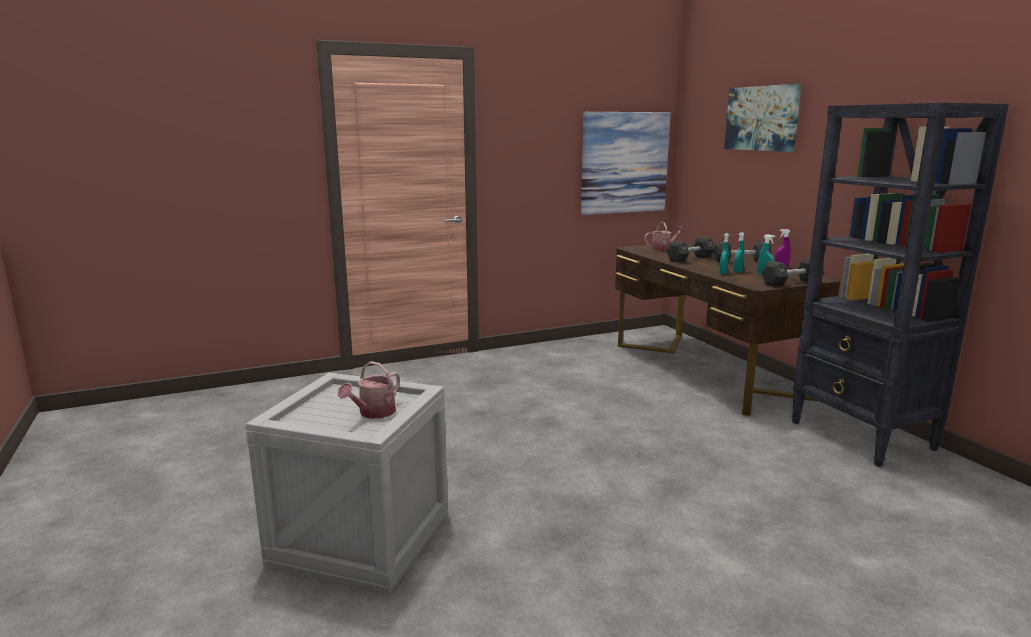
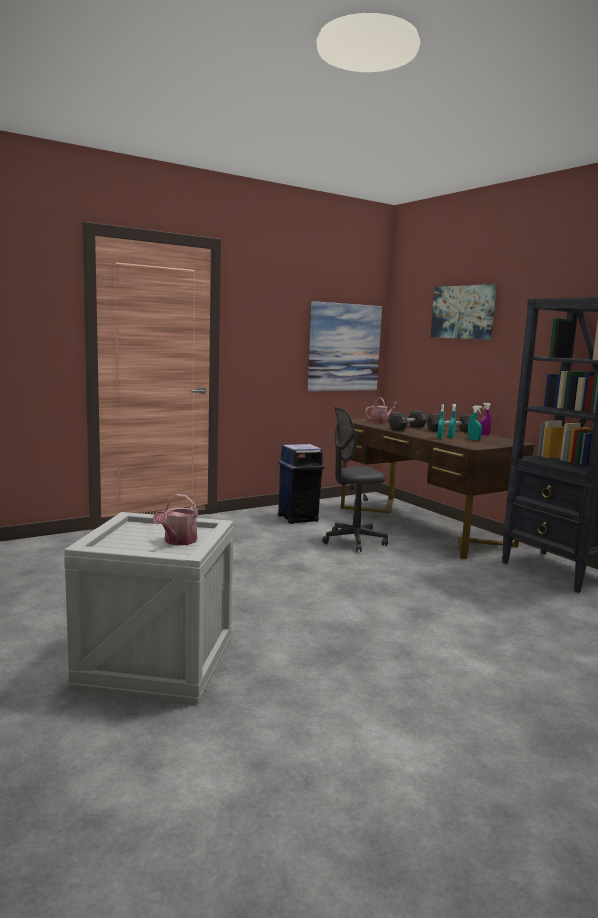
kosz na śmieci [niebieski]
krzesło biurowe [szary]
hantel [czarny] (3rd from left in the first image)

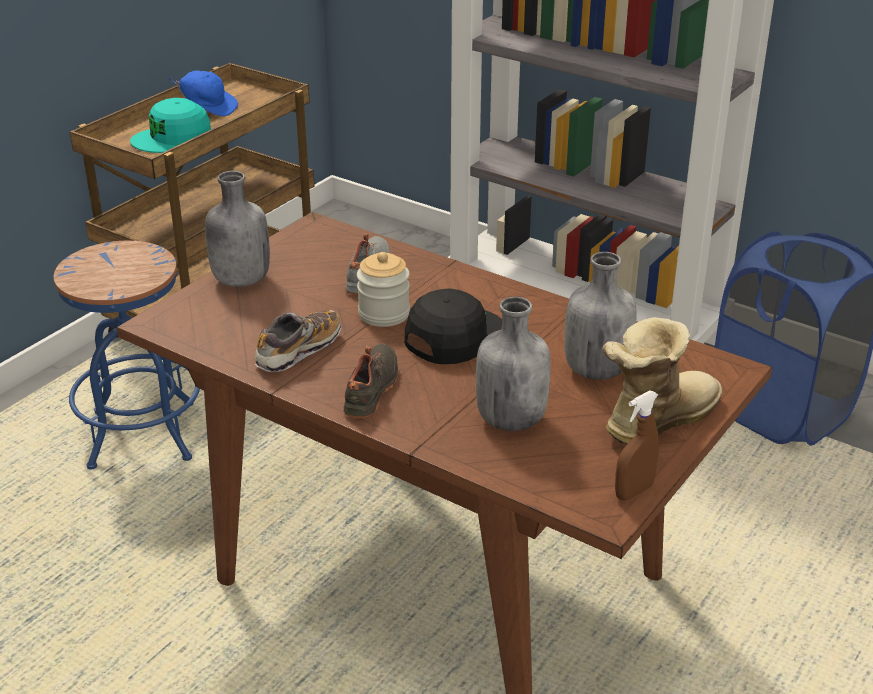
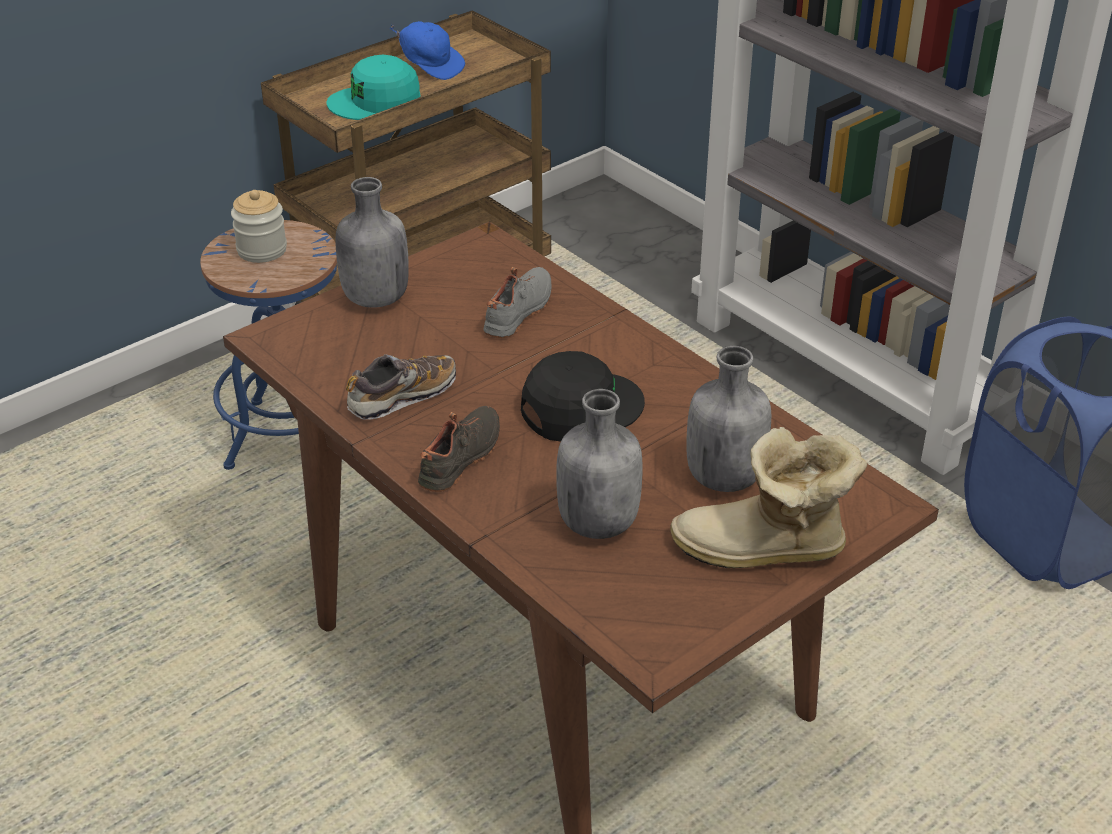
słoik
but z cholewką
spryskiwacz [brązowy]

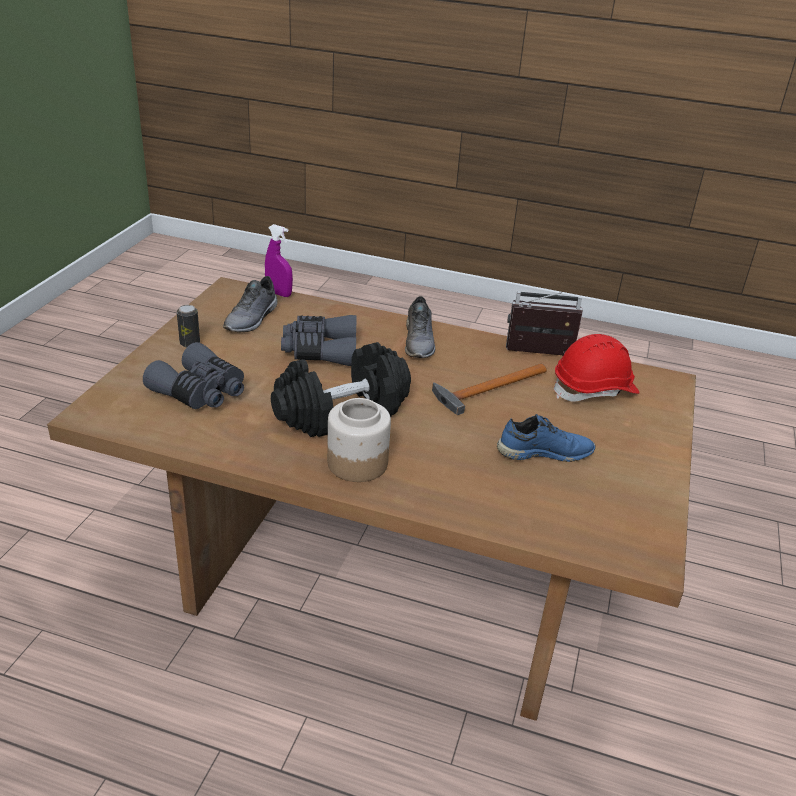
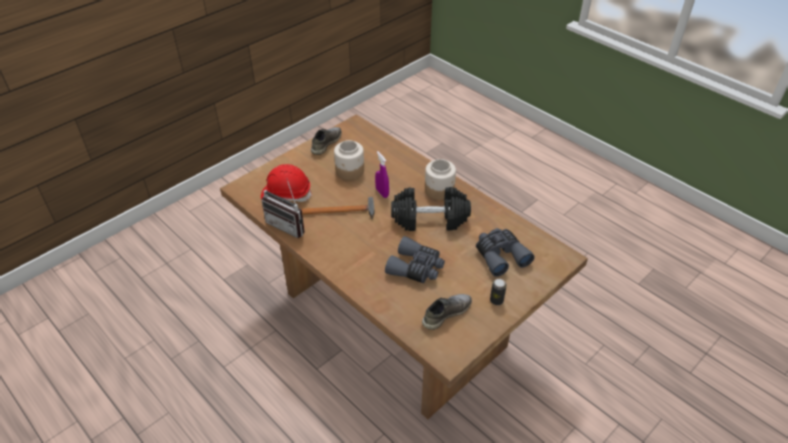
but [szary] (1st from left)
słoik (1st from left)
spryskiwacz [fioletowy]

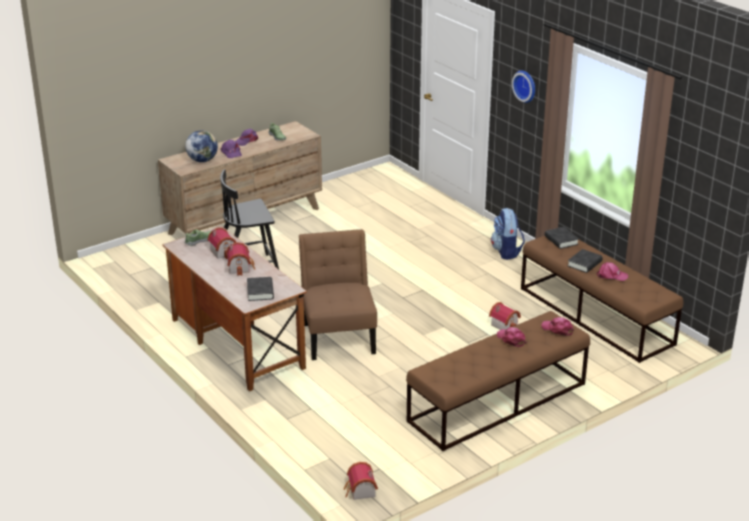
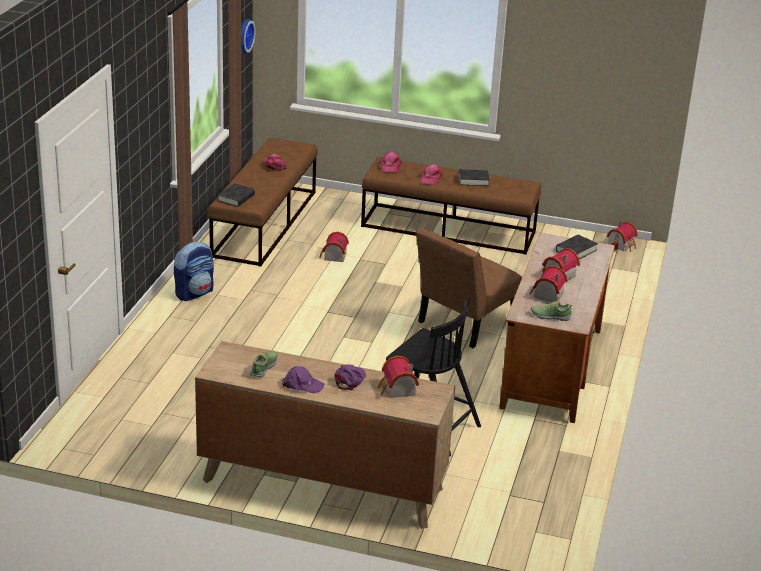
zegar ścienny
domek (2nd from left)
książka [czarny] (2nd from left)

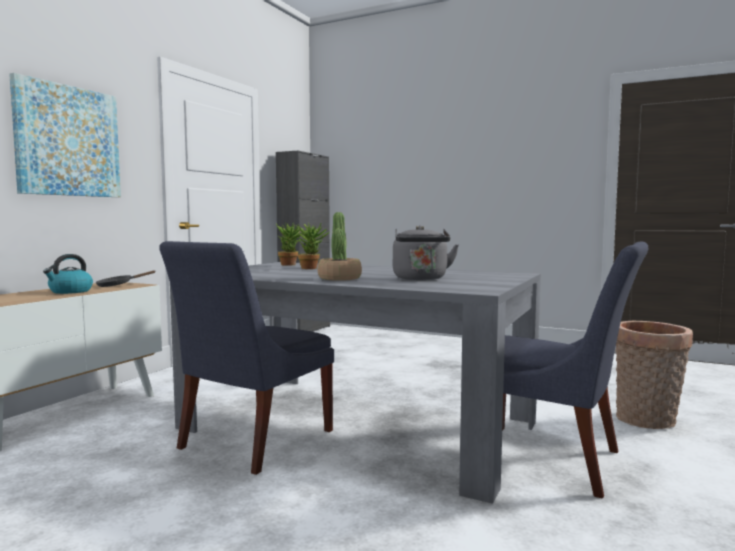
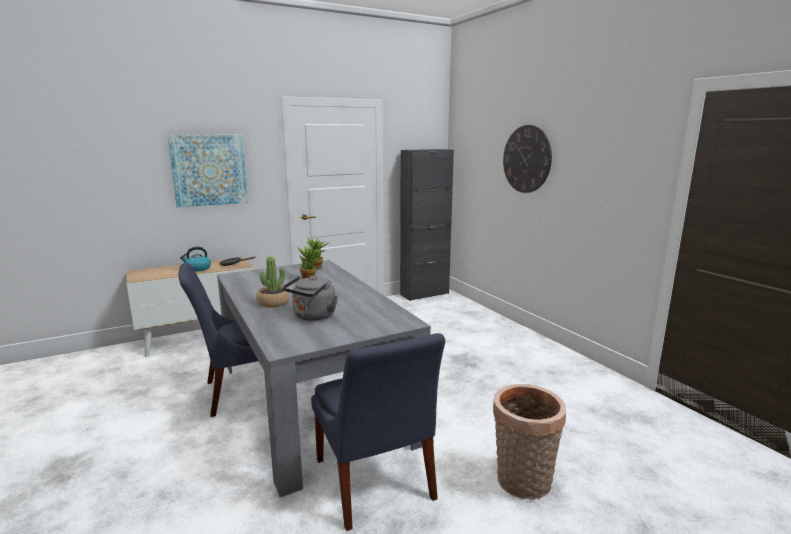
zegar ścienny

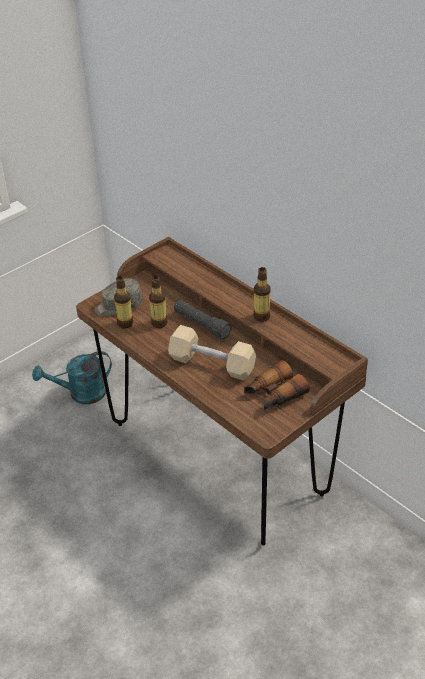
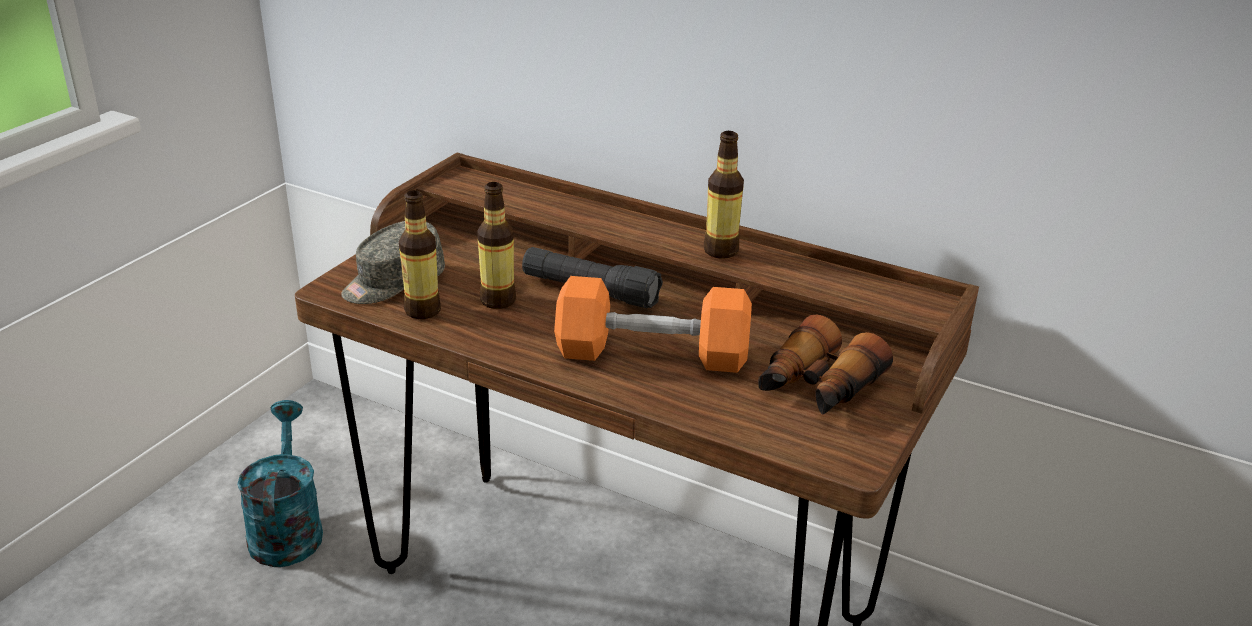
konewka [turkusowy]
hantel [pomarańczowy]

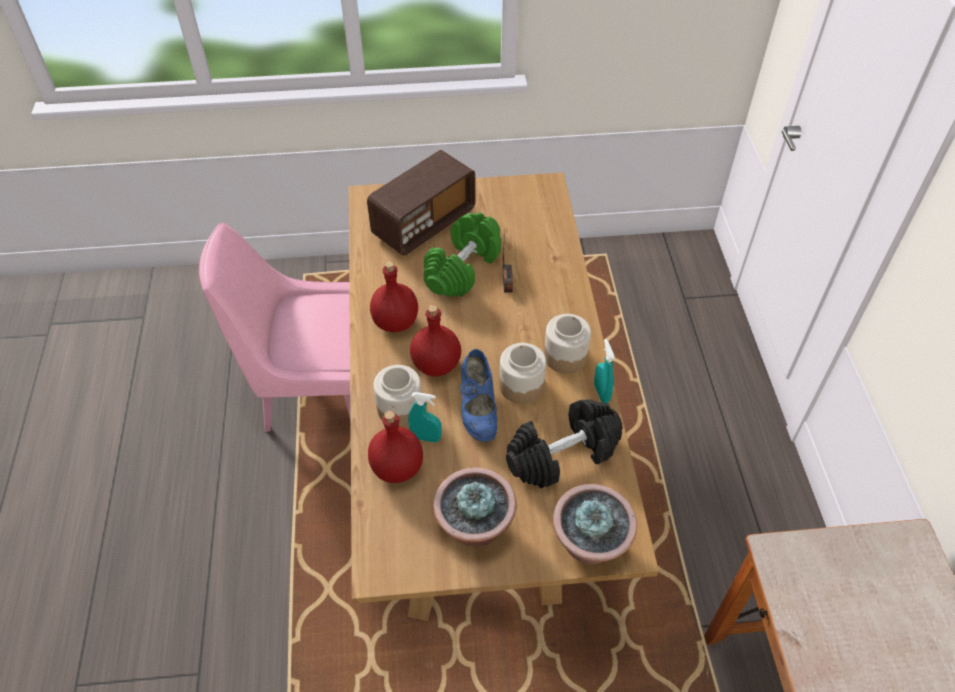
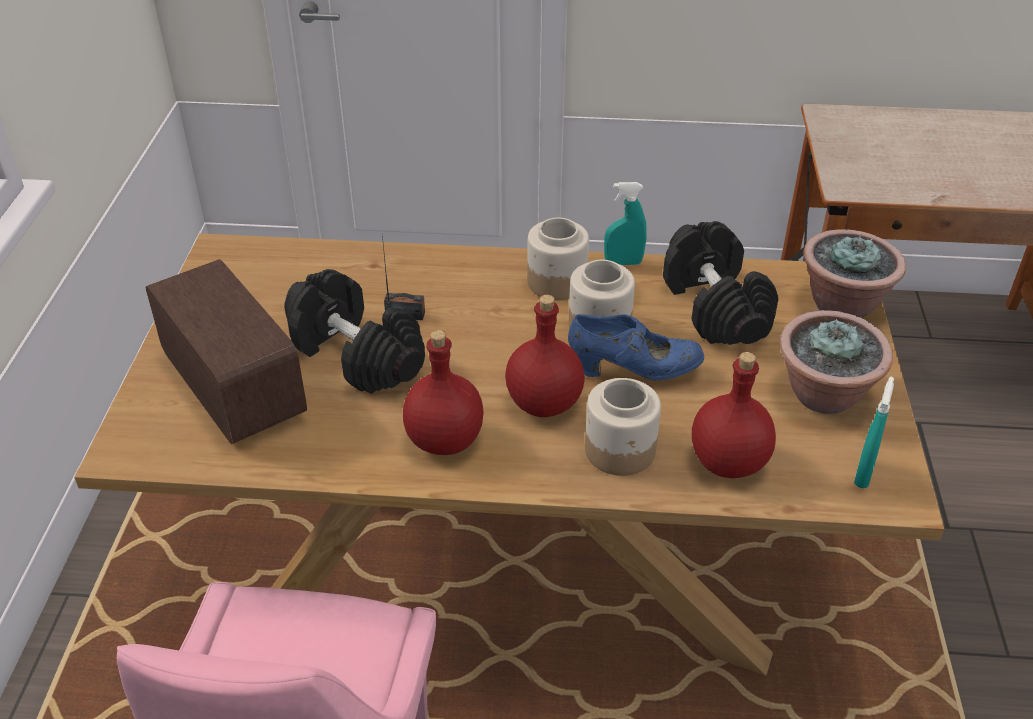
hantel [czarny] (1st from left)
spryskiwacz [turkusowy] (2nd from left)

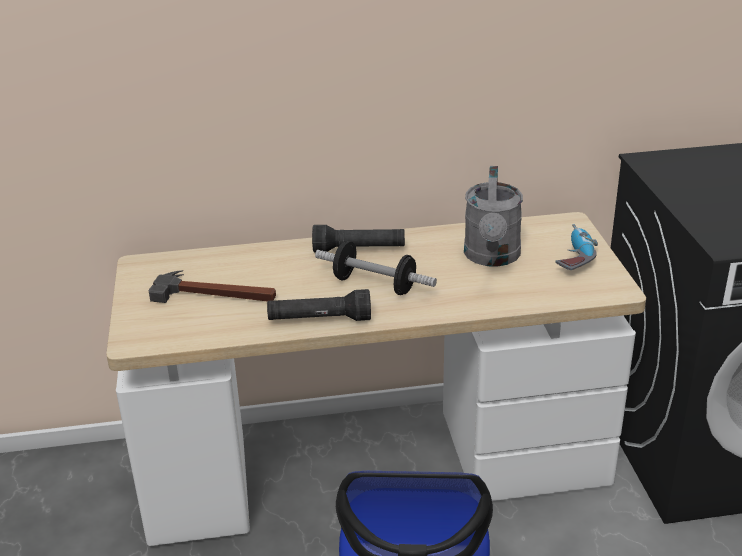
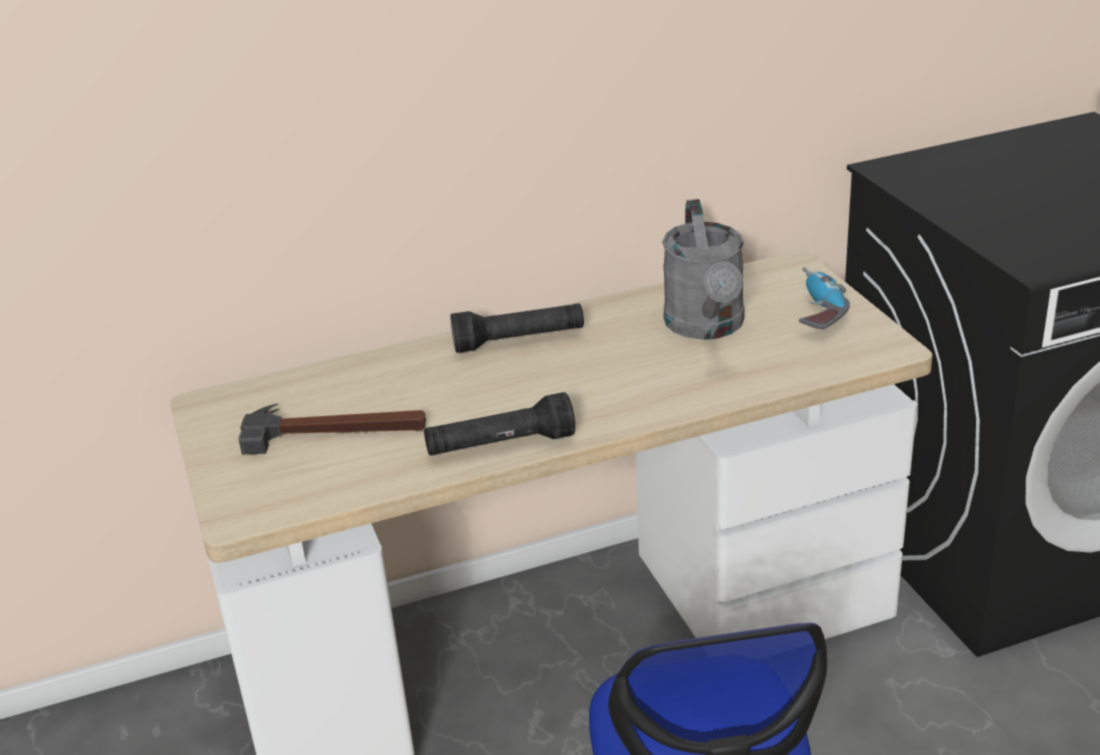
hantel

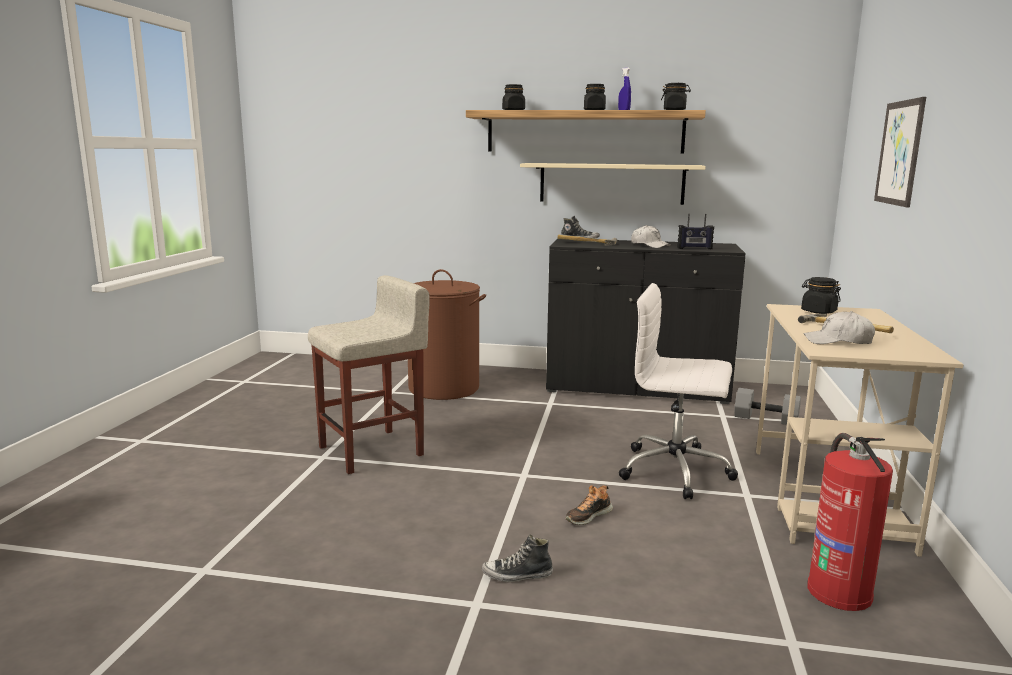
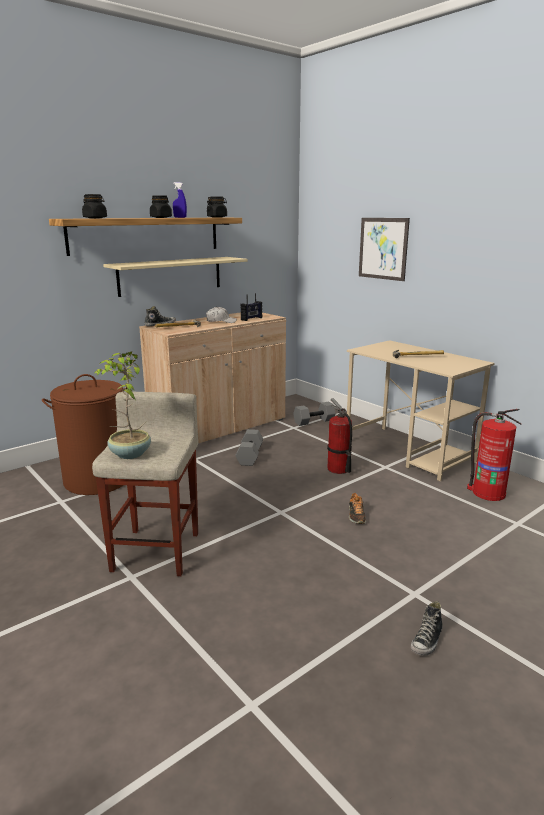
roślina doniczkowa
szafka [beżowy]
hantel [szary] (1st from left)
gaśnica (1st from left)
but (3rd from left)
słoik [czarny] (4th from left in the first image)
czapka z daszkiem [biały] (2nd from left in the first image)

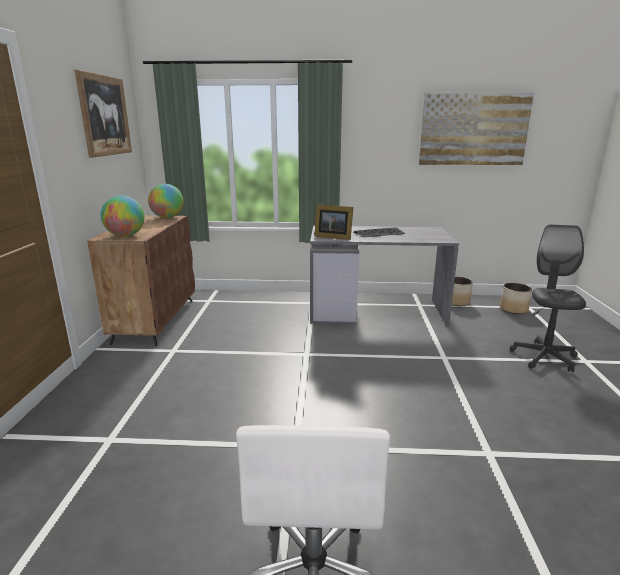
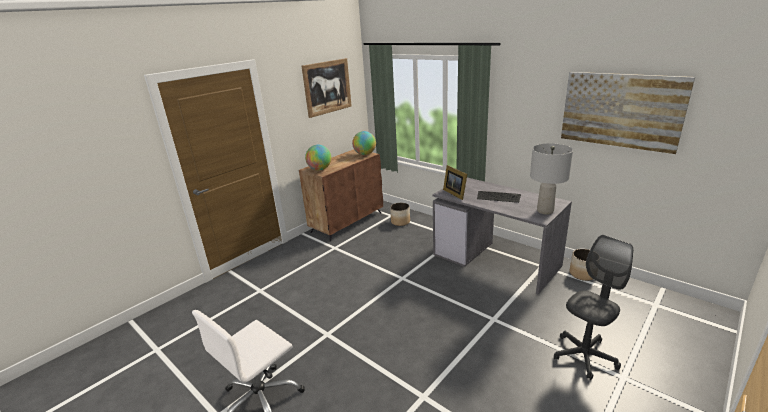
donica (1st from left)
lampa stołowa [szary]

